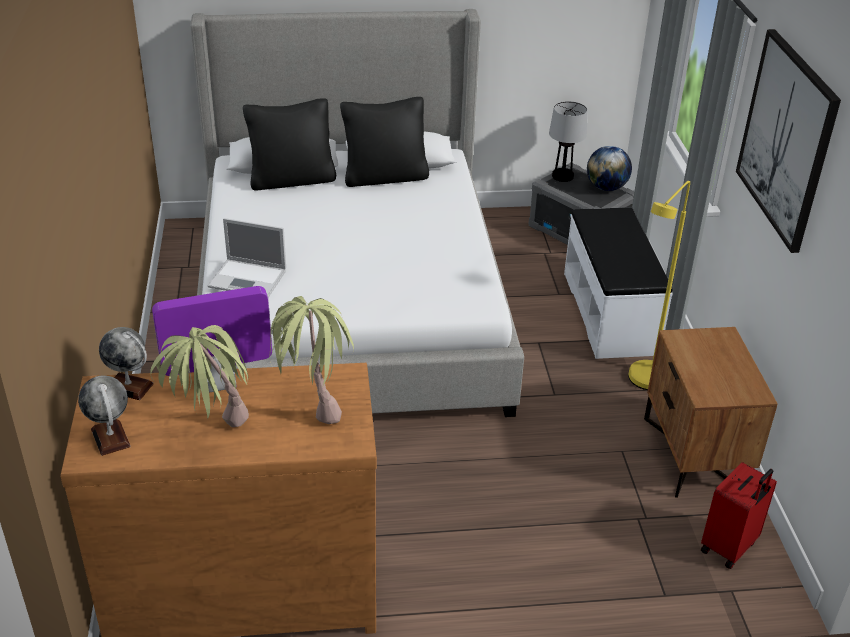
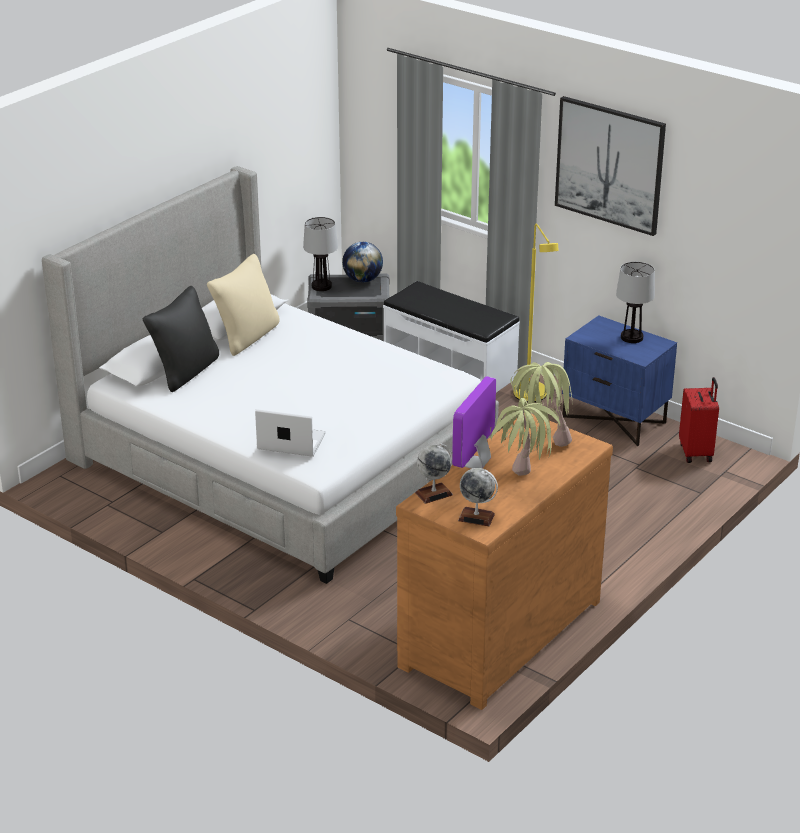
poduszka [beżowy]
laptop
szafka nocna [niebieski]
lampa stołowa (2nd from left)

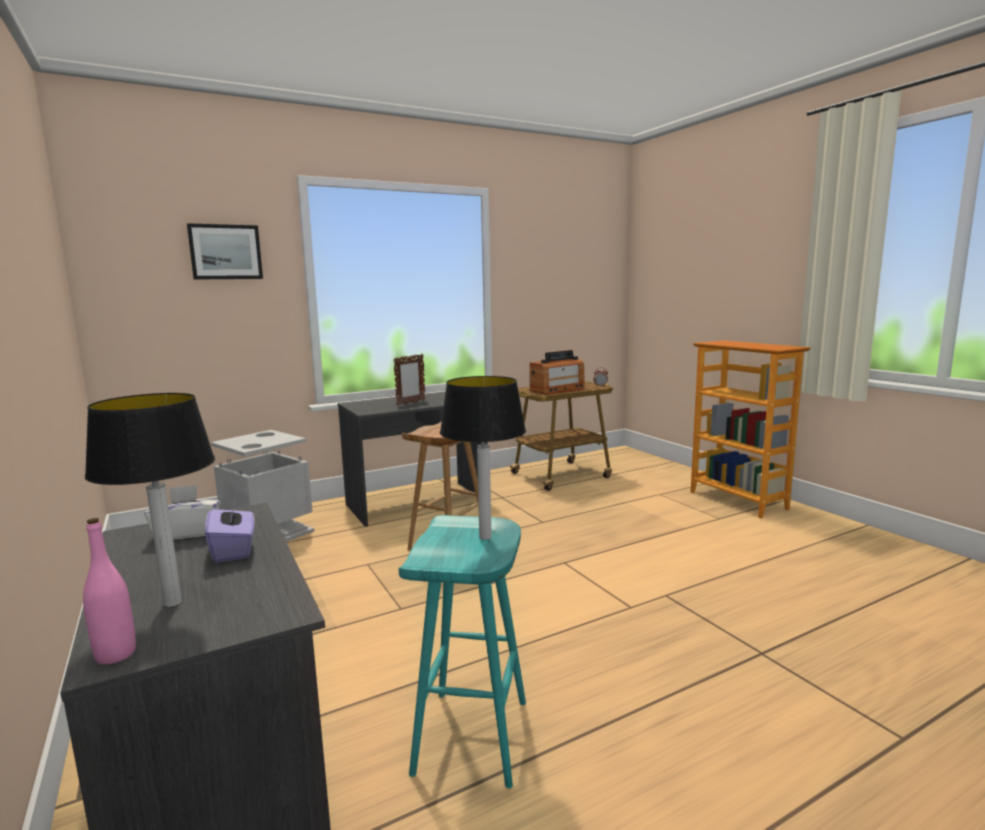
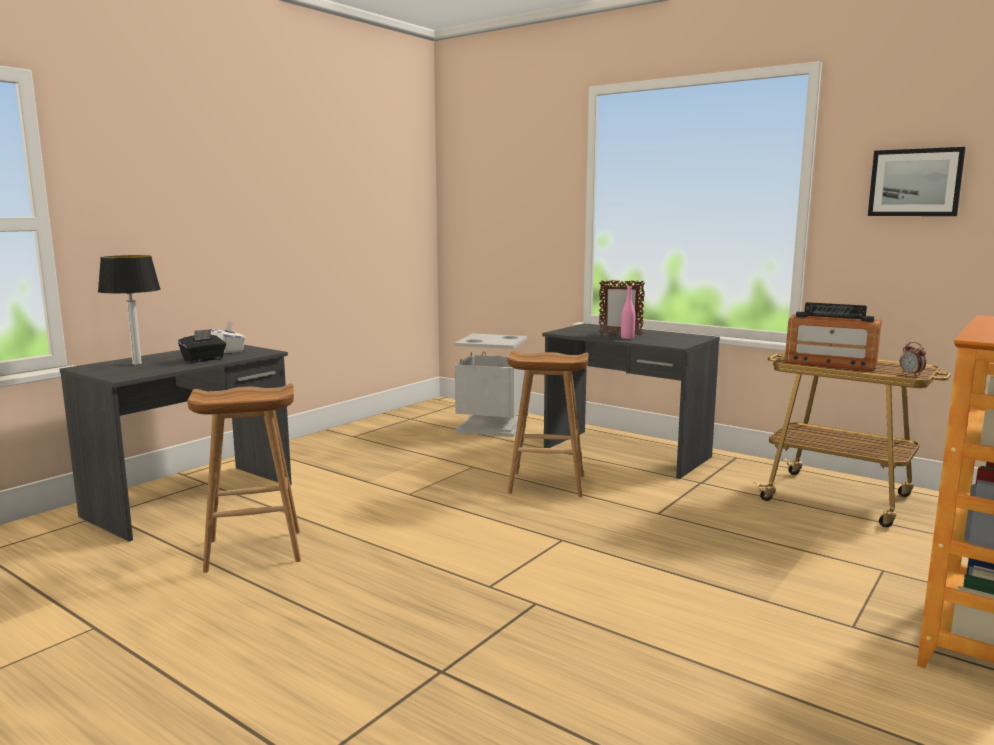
pudełko chusteczek [czarny]
stołek [brązowy] (1st from left)
butelka [różowy]
obraz
lampa stołowa (2nd from left in the first image)

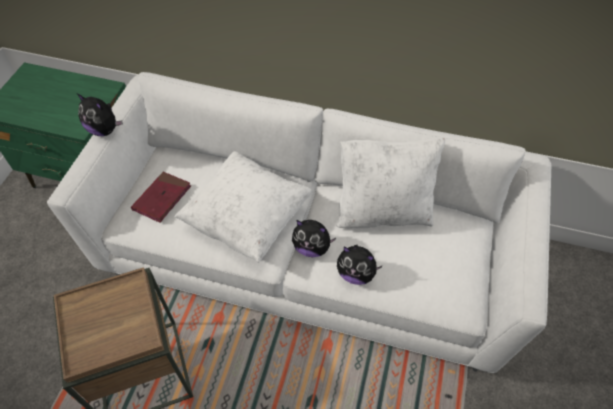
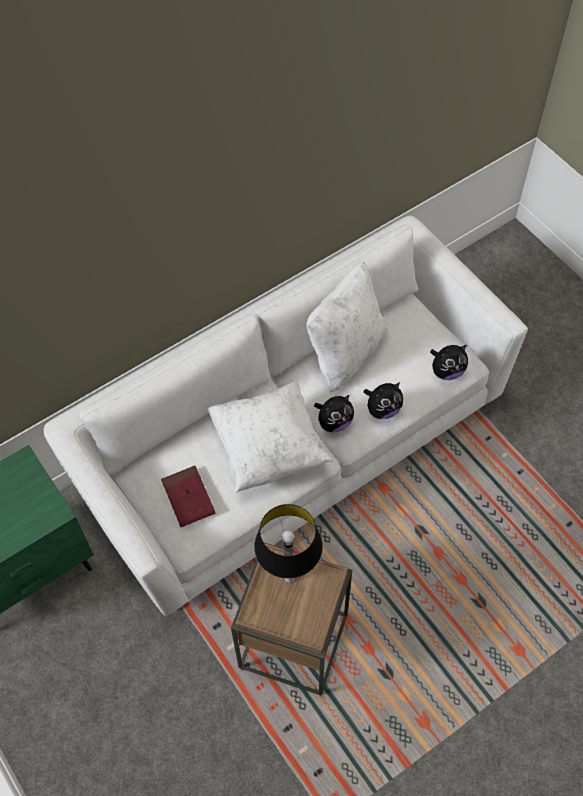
lampa stołowa
pluszak (3rd from left)

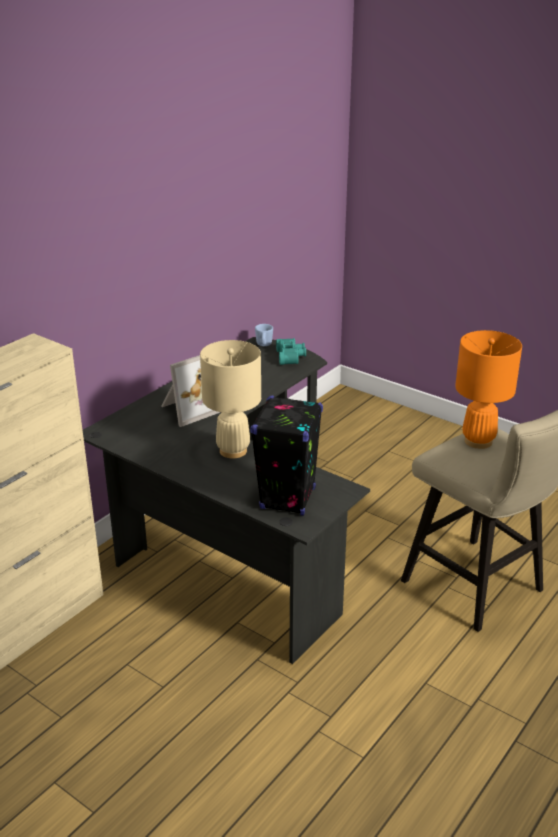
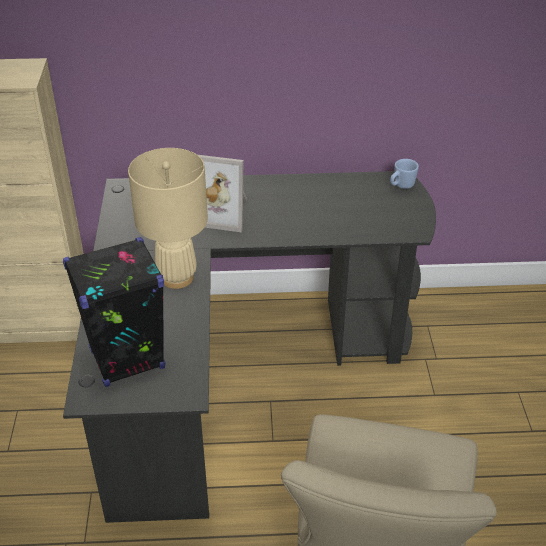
lornetka [turkusowy]
lampa stołowa [pomarańczowy]

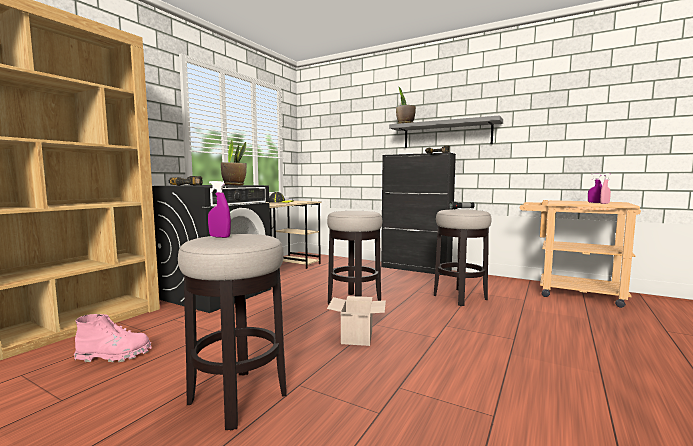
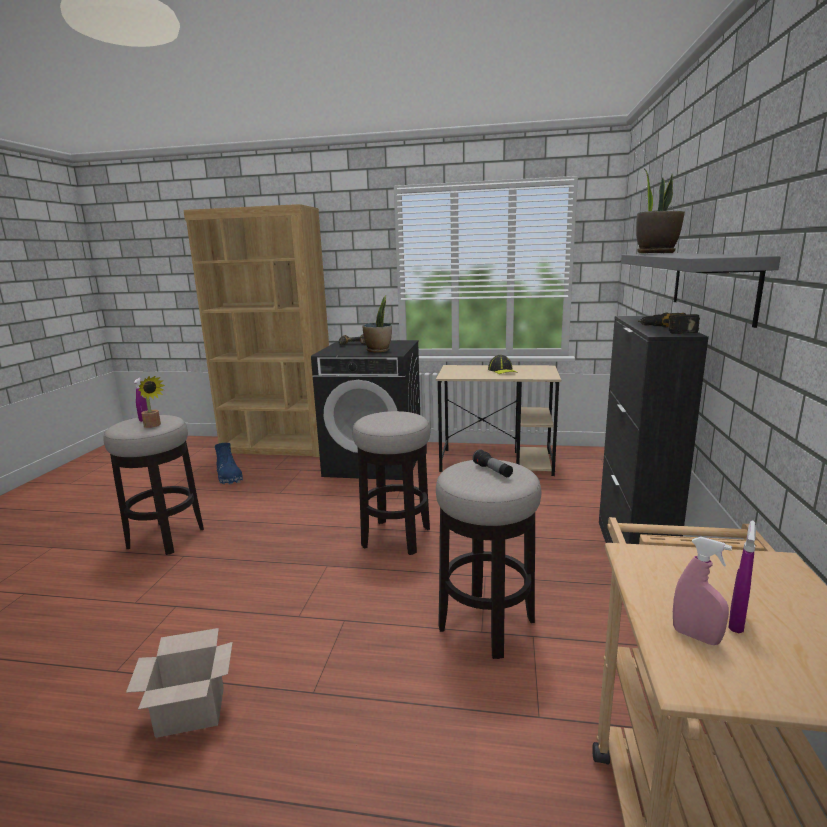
karton
roślina doniczkowa (1st from left)
but z cholewką [niebieski]

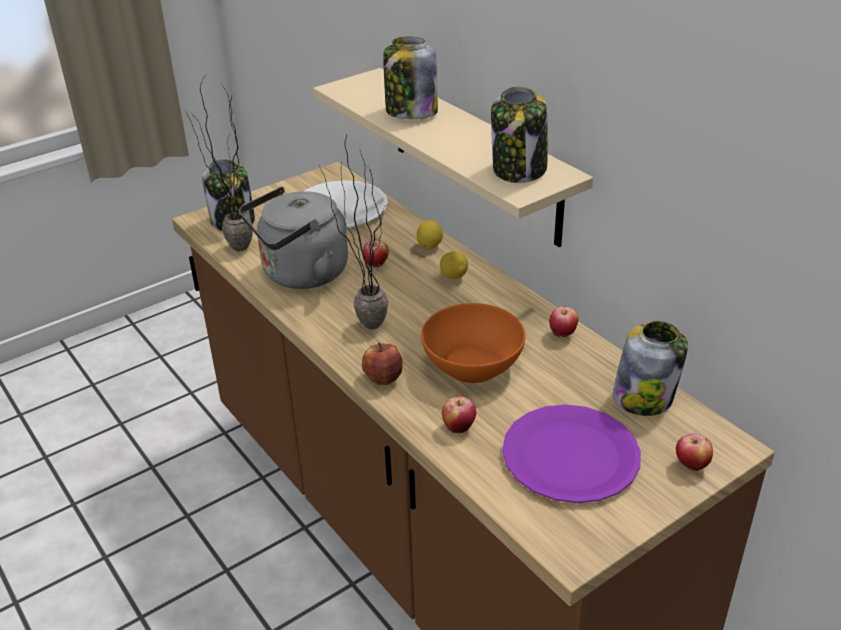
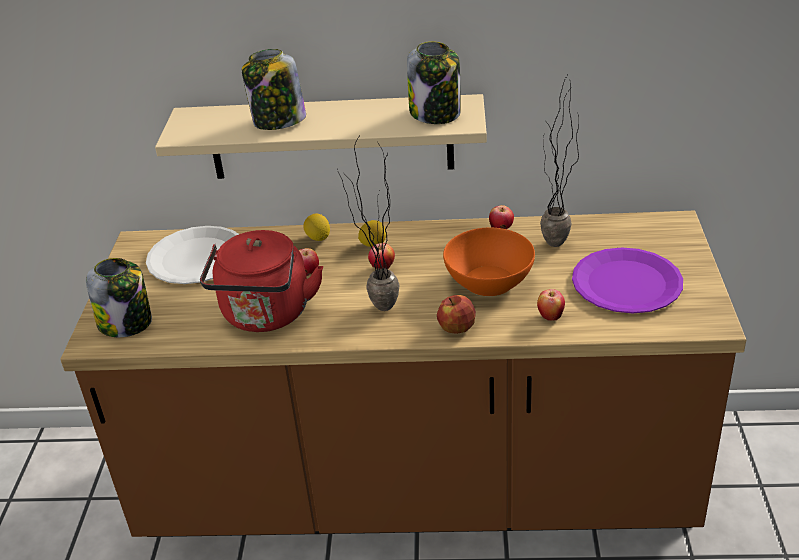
czajnik [czerwony]
jabłko (2nd from left)
roślina doniczkowa (2nd from left)
słoik (4th from left in the first image)

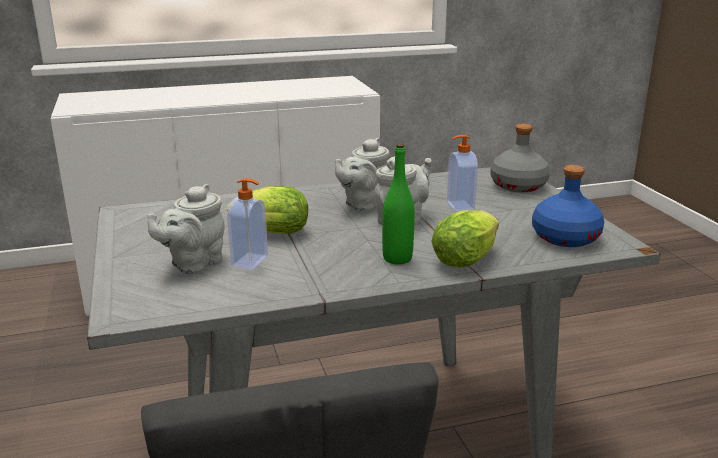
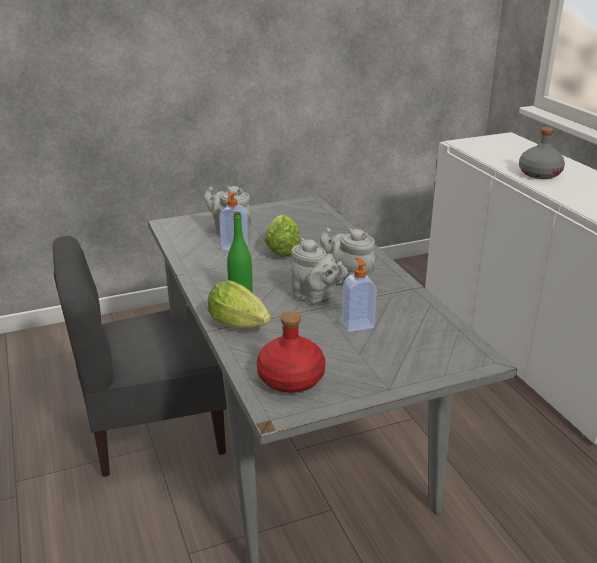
butelka [czerwony]
butelka [szary]

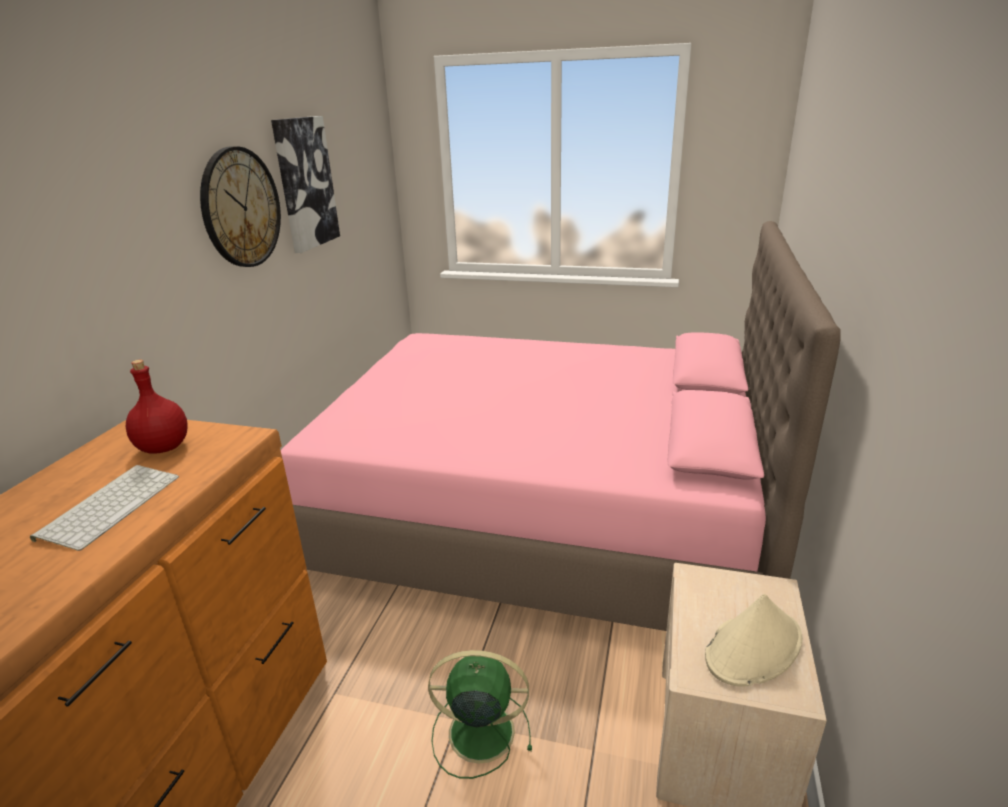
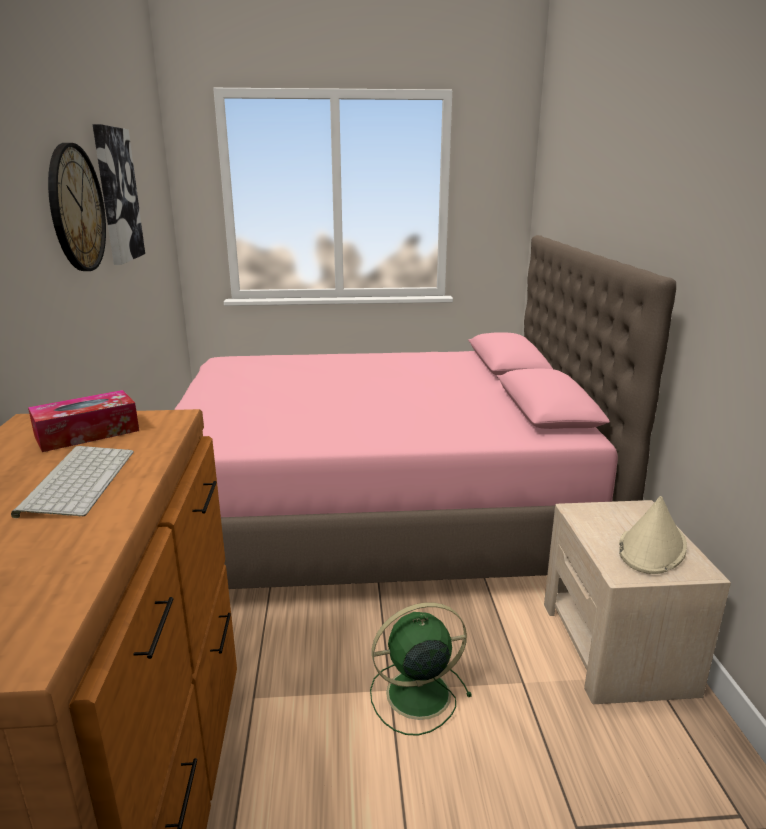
pudełko chusteczek

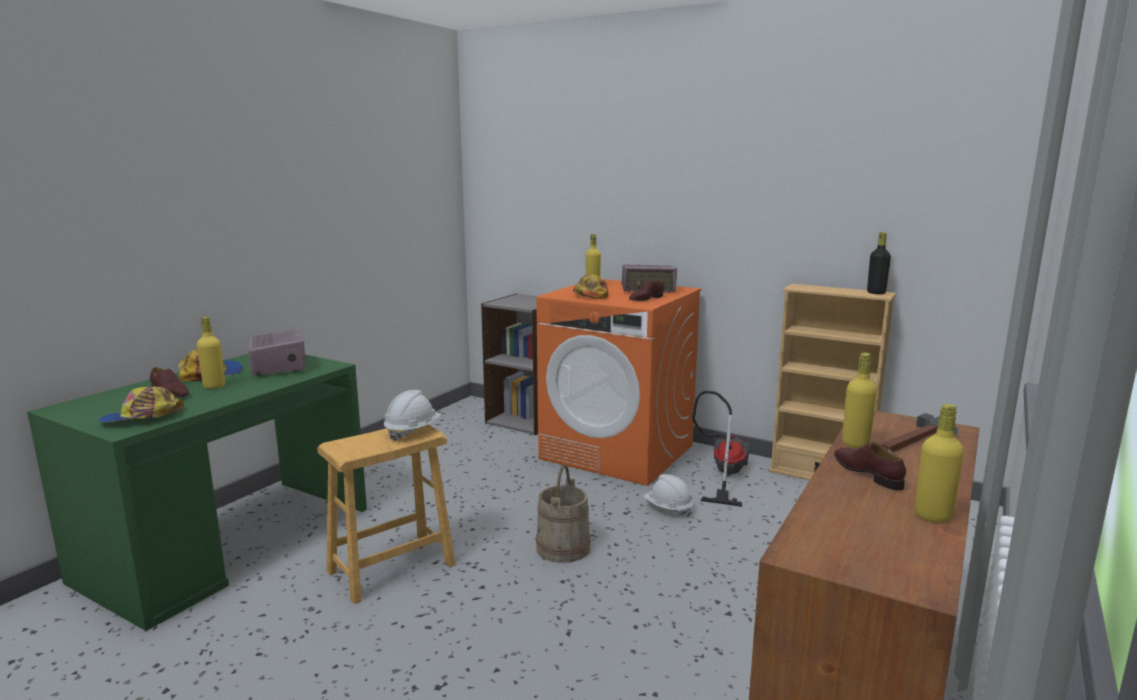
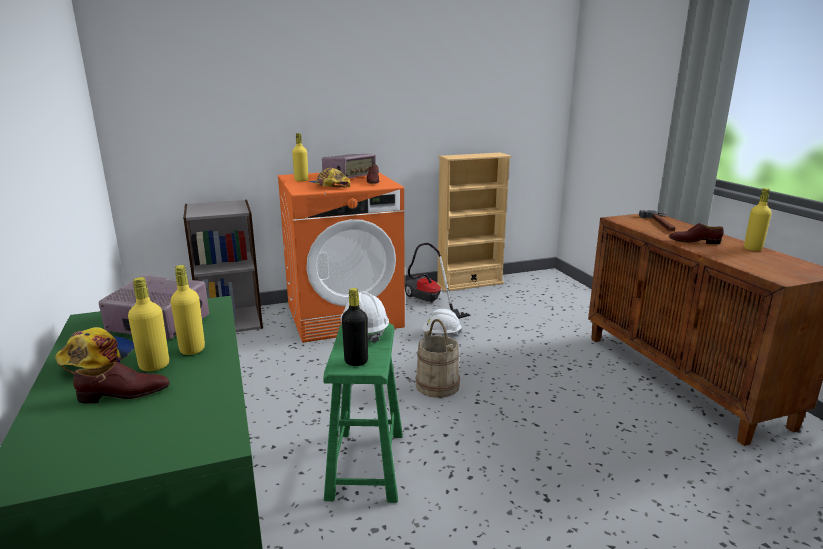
butelka [żółty] (2nd from left)
stołek [zielony]
butelka [czarny]
czapka z daszkiem (1st from left in the first image)

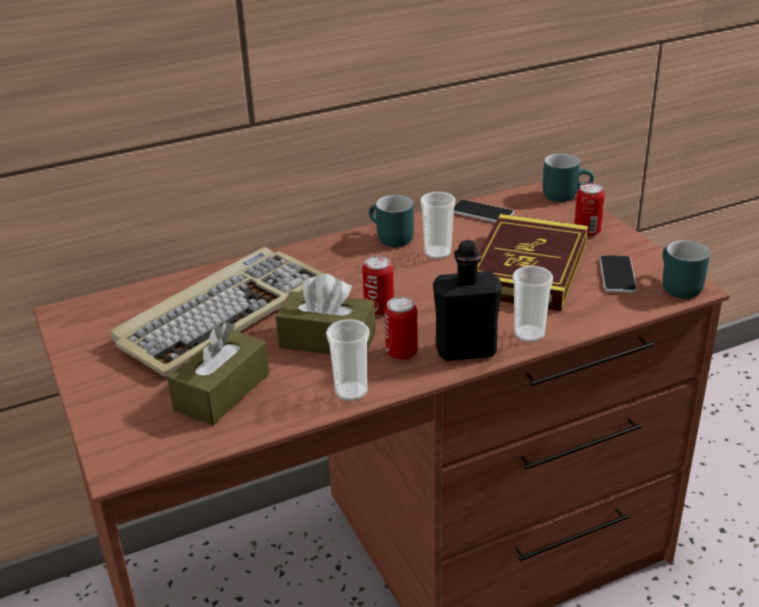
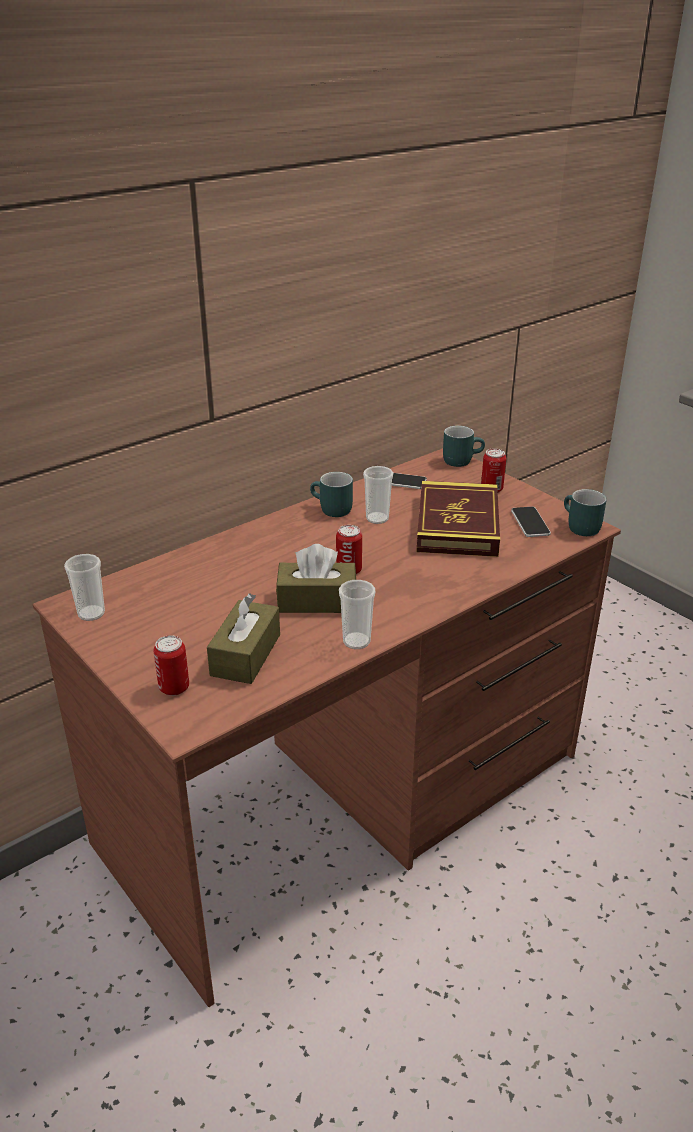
filiżanka (1st from left)
puszka (1st from left)
klawiatura
butelka [czarny]

